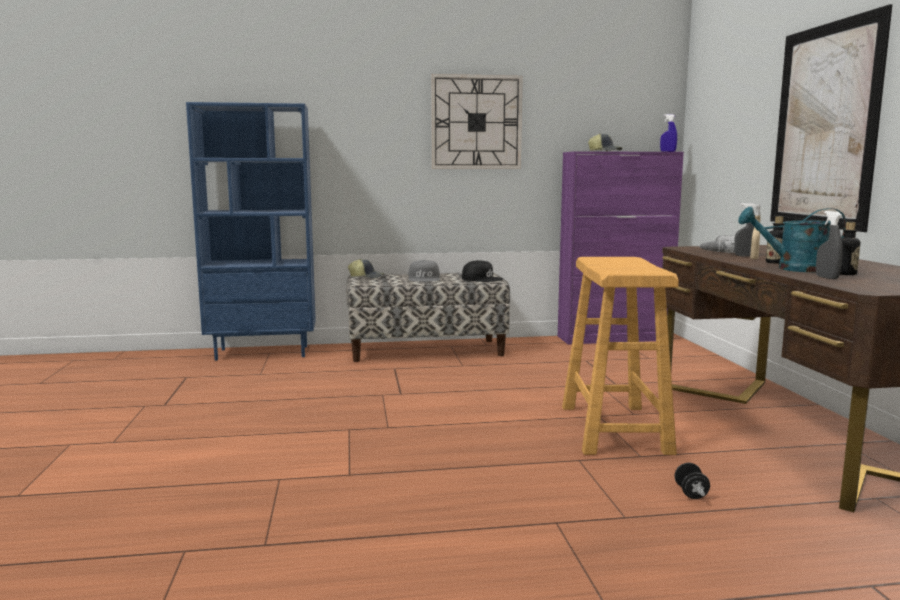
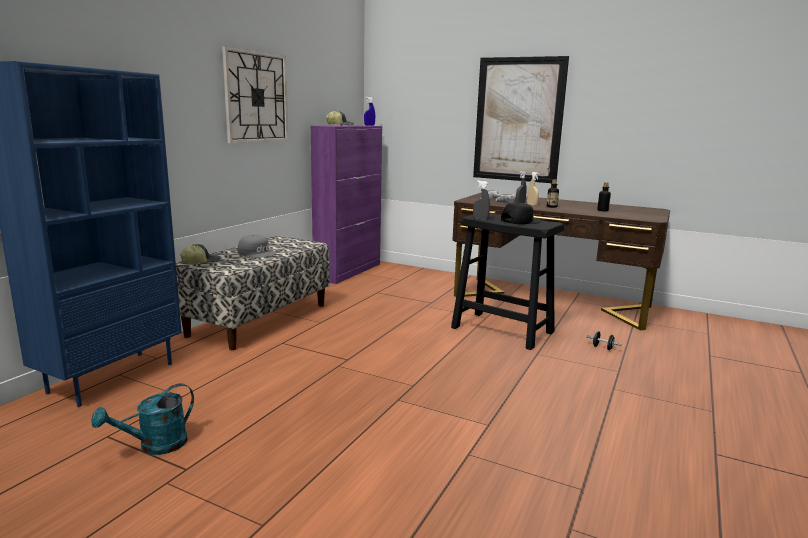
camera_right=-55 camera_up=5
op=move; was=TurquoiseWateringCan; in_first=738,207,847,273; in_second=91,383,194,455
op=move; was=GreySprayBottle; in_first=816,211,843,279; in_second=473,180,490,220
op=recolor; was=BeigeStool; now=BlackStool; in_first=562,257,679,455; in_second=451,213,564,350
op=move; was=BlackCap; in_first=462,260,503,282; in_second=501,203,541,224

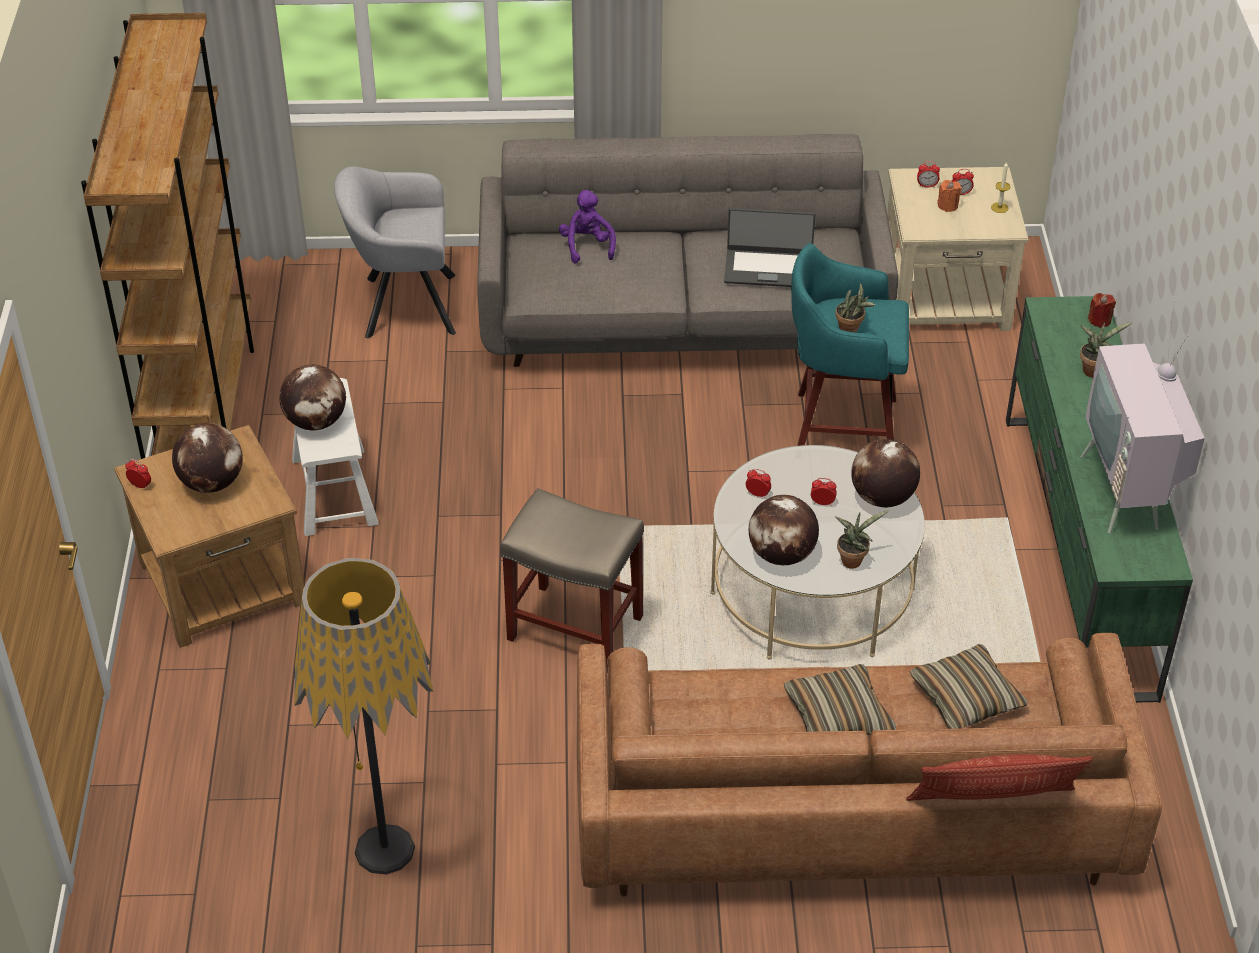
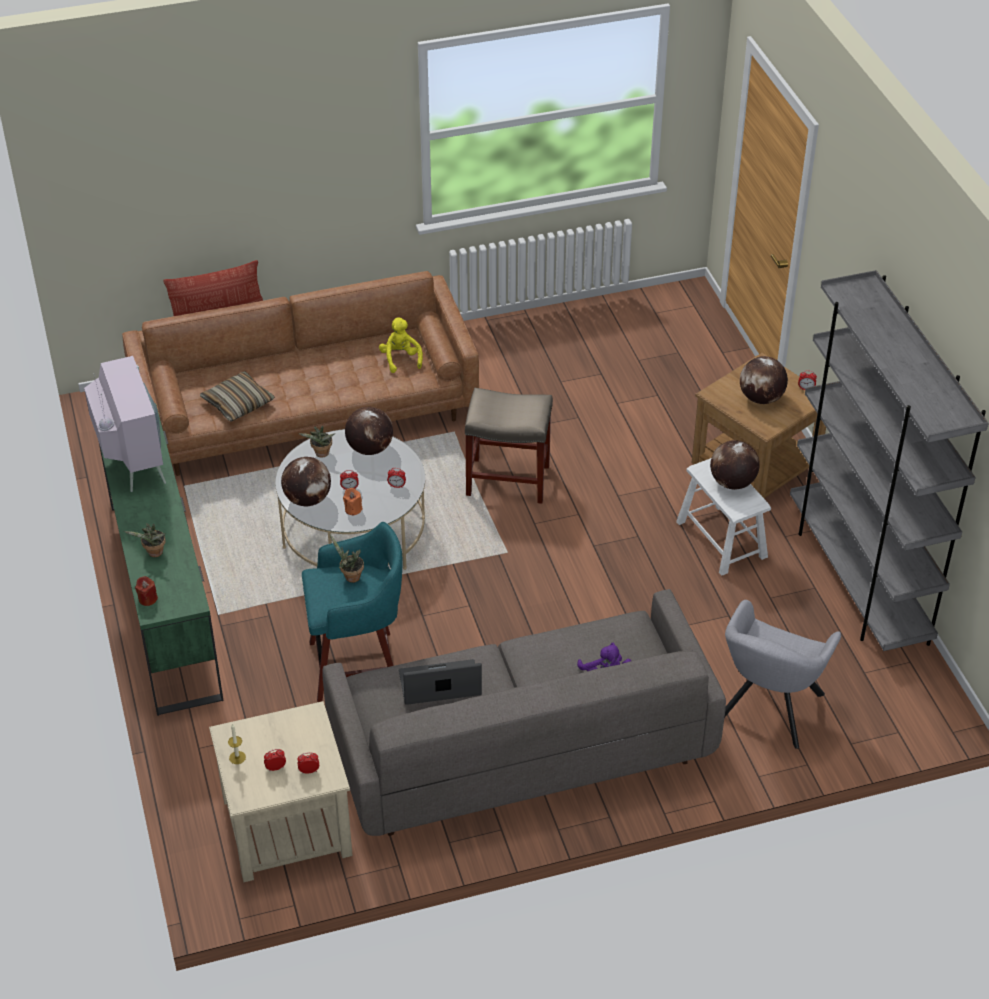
camera_right=165 camera_up=0
op=recolor; was=BrownBookcase; now=GreyBookcase; in_first=81,13,254,459; in_second=790,270,989,651
op=rotate; was=GreyArmchair; in_first=334,166,456,338; in_second=724,600,841,749; clockwise=135
op=move; was=OrangeCandle; in_first=937,180,962,212; in_second=343,488,363,515
op=delete; was=FloorLamp; in_first=294,558,434,875
op=delete; was=Pillow; in_first=784,664,896,735
op=insert; now=YellowPlushToy; in_second=379,317,423,373

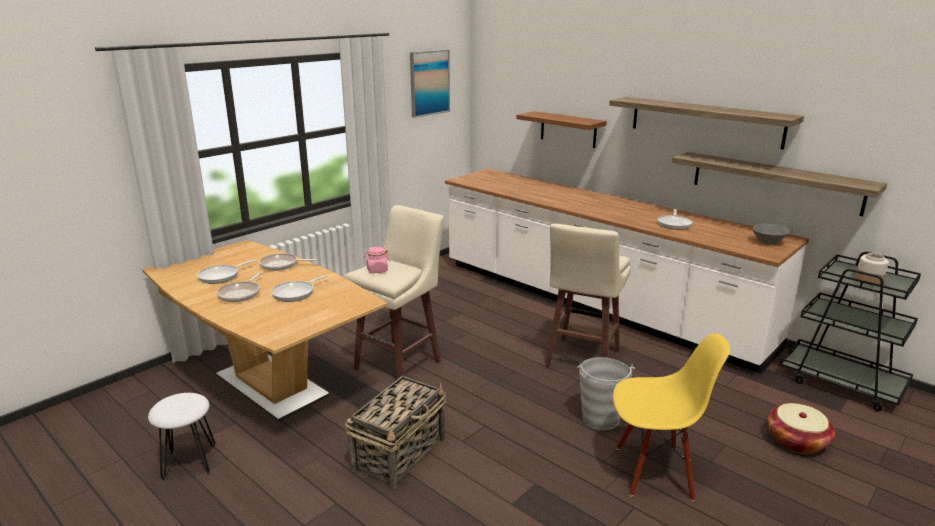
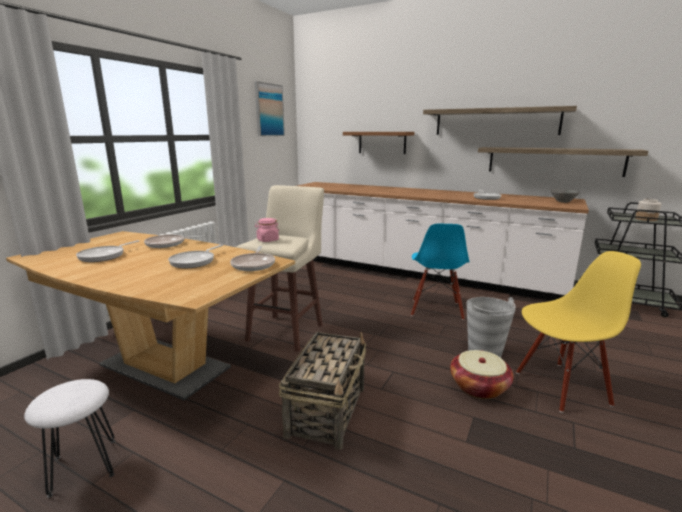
camera_right=-15 camera_up=-5
op=replace; was=BeigeStool; now=BlueChair; in_first=545,224,631,367; in_second=411,223,470,320
op=move; was=FryingPan; in_first=216,272,262,302; in_second=230,246,275,271
op=move; was=Basket; in_first=767,403,835,454; in_second=450,350,514,399

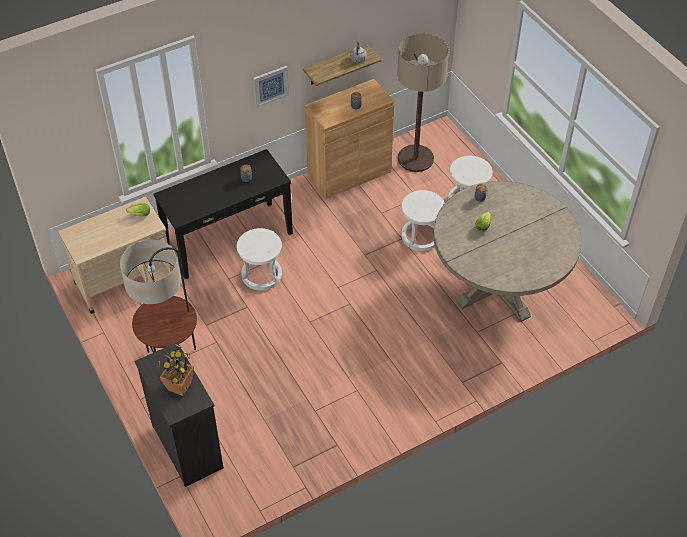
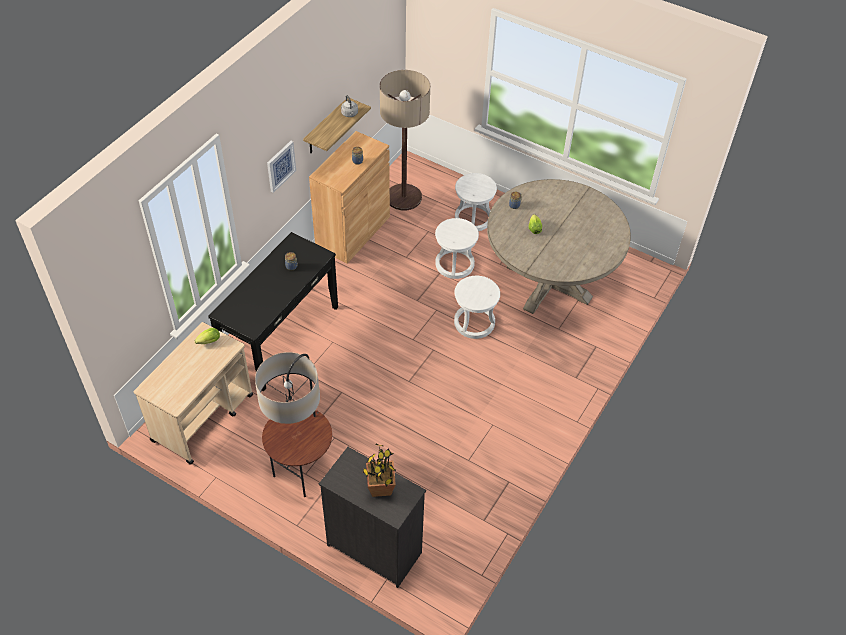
camera_right=-30 camera_up=0
op=move; was=WhiteStool; in_first=237,228,282,291; in_second=454,276,500,339

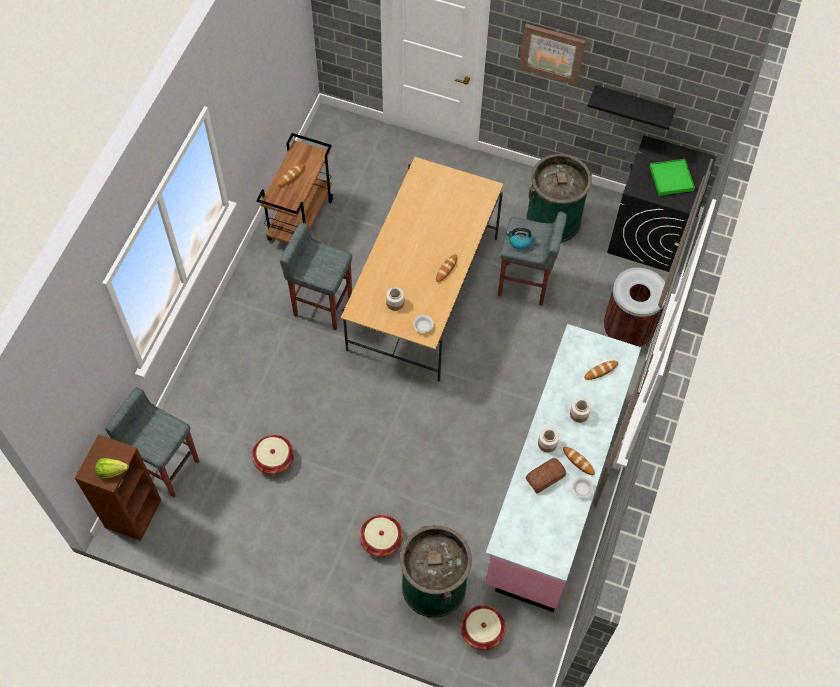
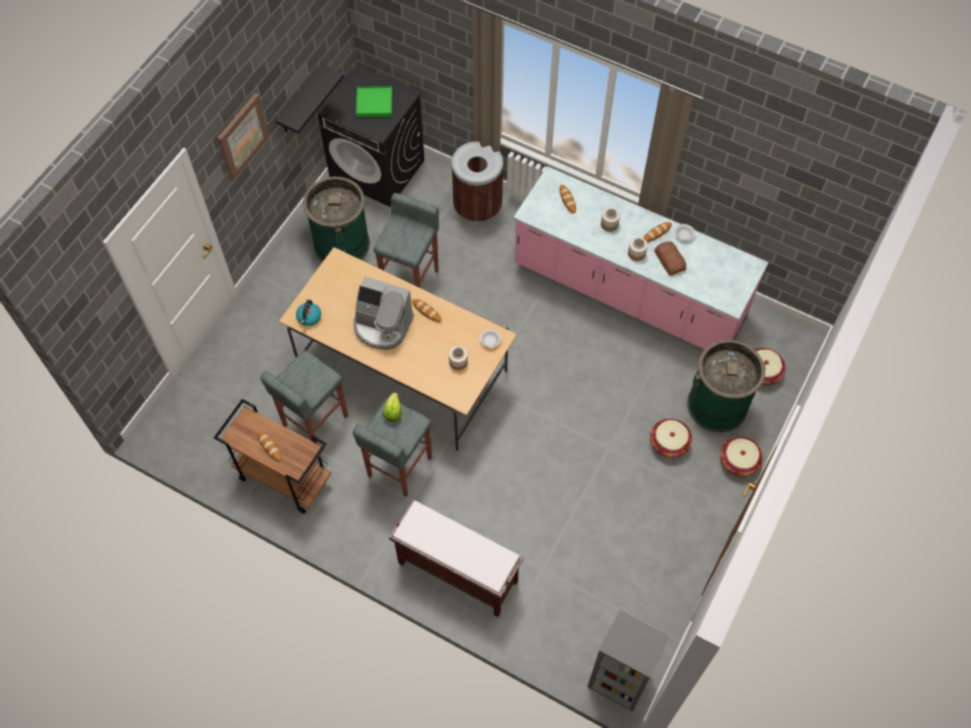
camera_right=-80 camera_up=0
op=move; was=Kettle; in_first=506,228,533,250; in_second=296,300,321,326
op=move; was=GreyStool; in_first=105,387,200,497; in_second=260,351,348,443
op=recolor; was=BrownBookcase; now=GreyBookcase; in_first=75,434,161,541; in_second=587,610,670,712
op=move; was=Basket; in_first=252,435,294,475; in_second=720,437,763,477
op=move; was=Lettuce; in_first=95,458,129,479; in_second=382,392,402,422
op=insert; now=CoffeeMachine; in_second=353,277,414,350
op=insert; now=BrownBench; in_second=389,500,524,617

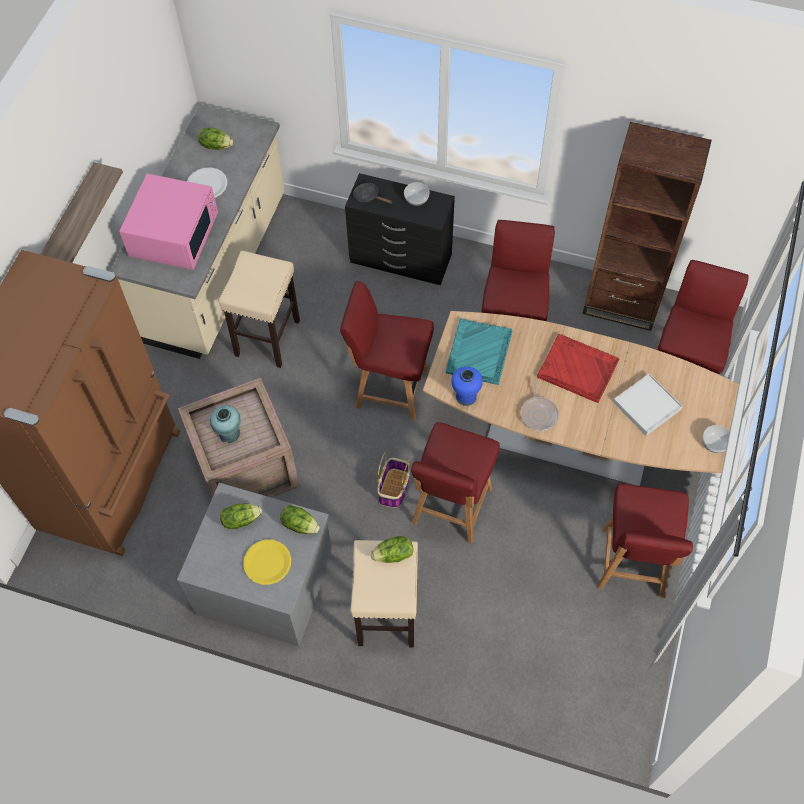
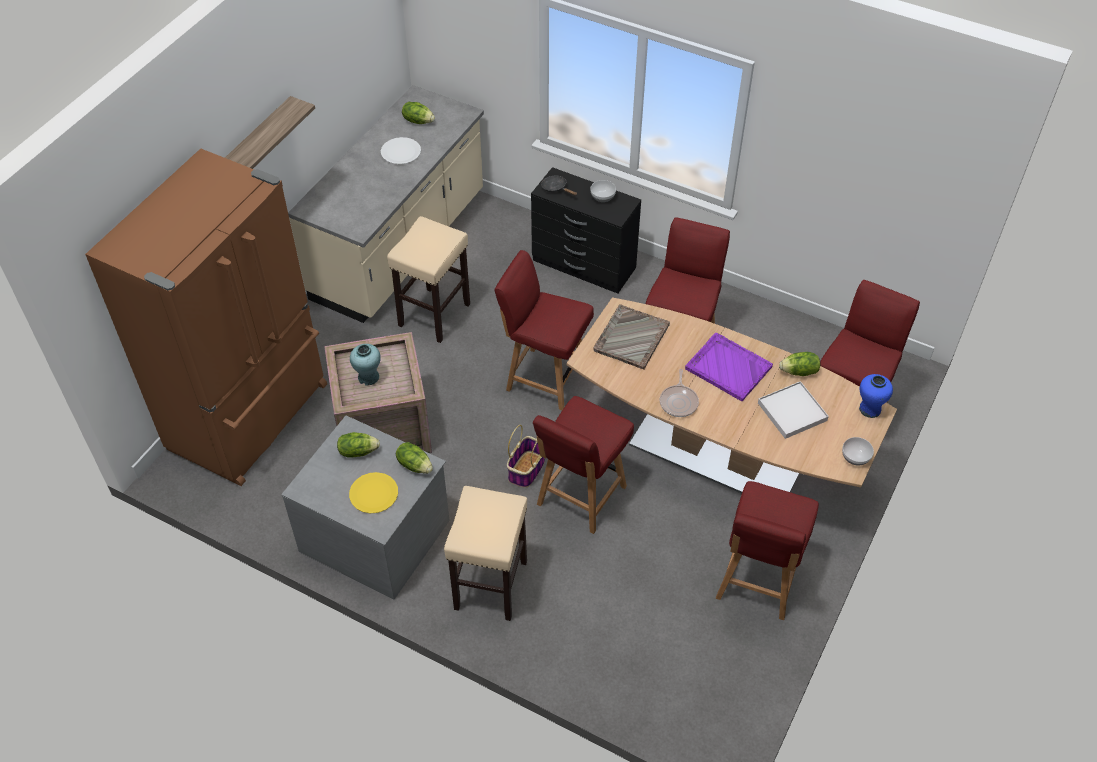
camera_right=10 camera_up=-10
op=delete; was=BrownBookcase; in_first=582,122,712,331
op=delete; was=PinkMicrowave; in_first=119,174,218,270
op=recolor; was=TurquoiseTray; now=GreyTray; in_first=446,318,513,385; in_second=593,304,670,369
op=recolor; was=RedTray; now=PurpleTray; in_first=537,334,619,403; in_second=685,333,773,401
op=move; was=BlueVase; in_first=451,367,483,406; in_second=859,374,893,418
op=move; was=Lettuce; in_first=371,536,413,563; in_second=779,352,820,376

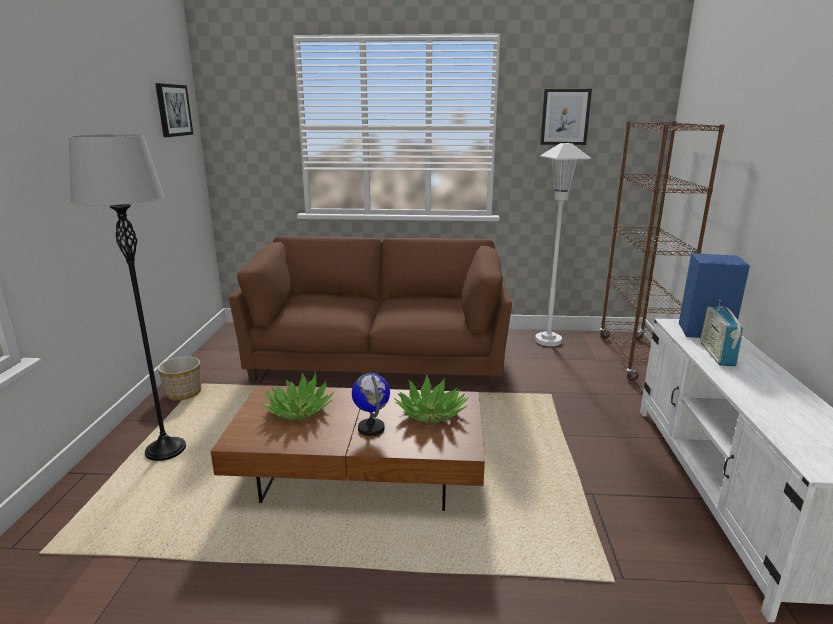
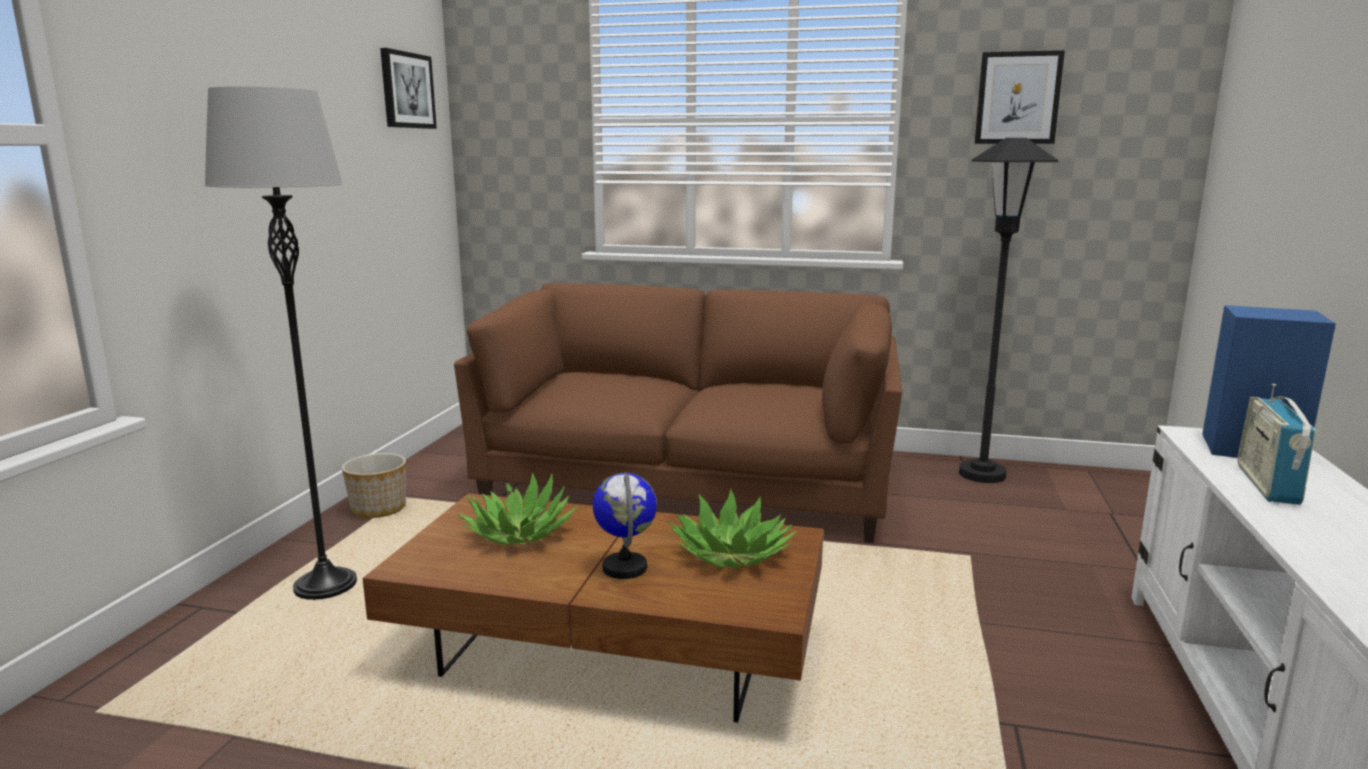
camera_right=10 camera_up=-5
op=delete; was=BrownBookcase; in_first=600,121,725,381
op=recolor; was=WhiteFloorLamp; now=BlackFloorLamp; in_first=535,143,591,346; in_second=959,138,1059,483

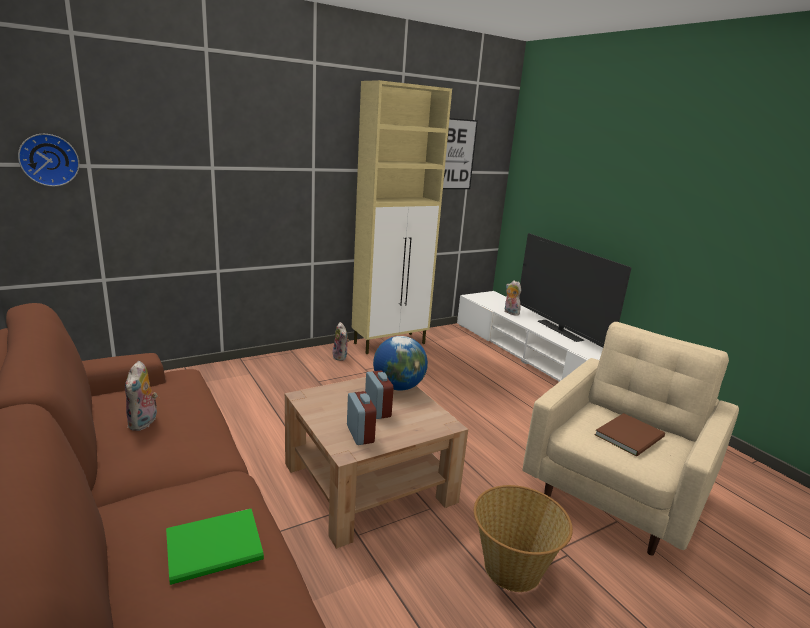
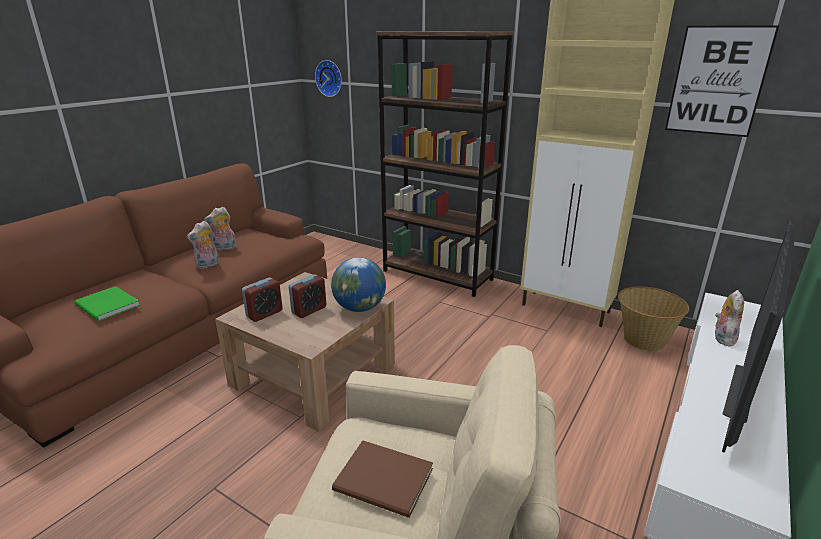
camera_right=65 camera_up=5
op=move; was=PlushToy; in_first=333,322,350,361; in_second=187,221,219,269
op=move; was=Basket; in_first=474,485,573,592; in_second=618,286,689,351
op=insert; now=BrownBookcase; in_second=377,31,514,297

